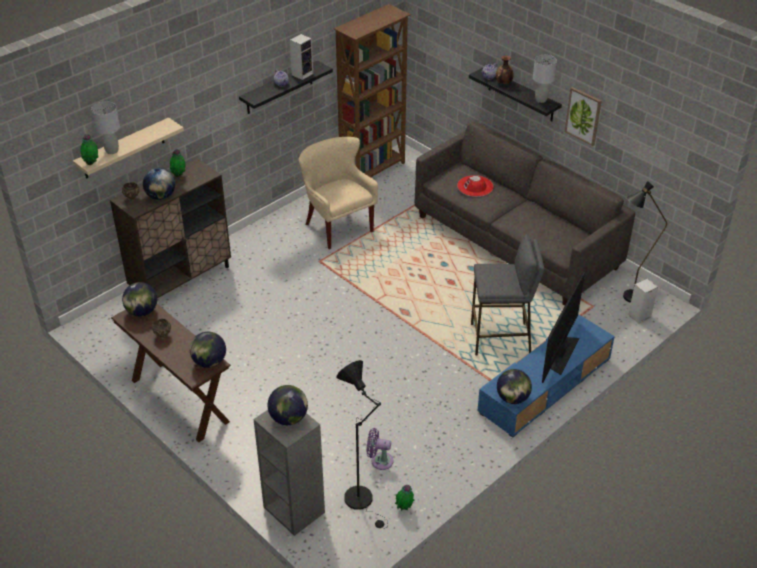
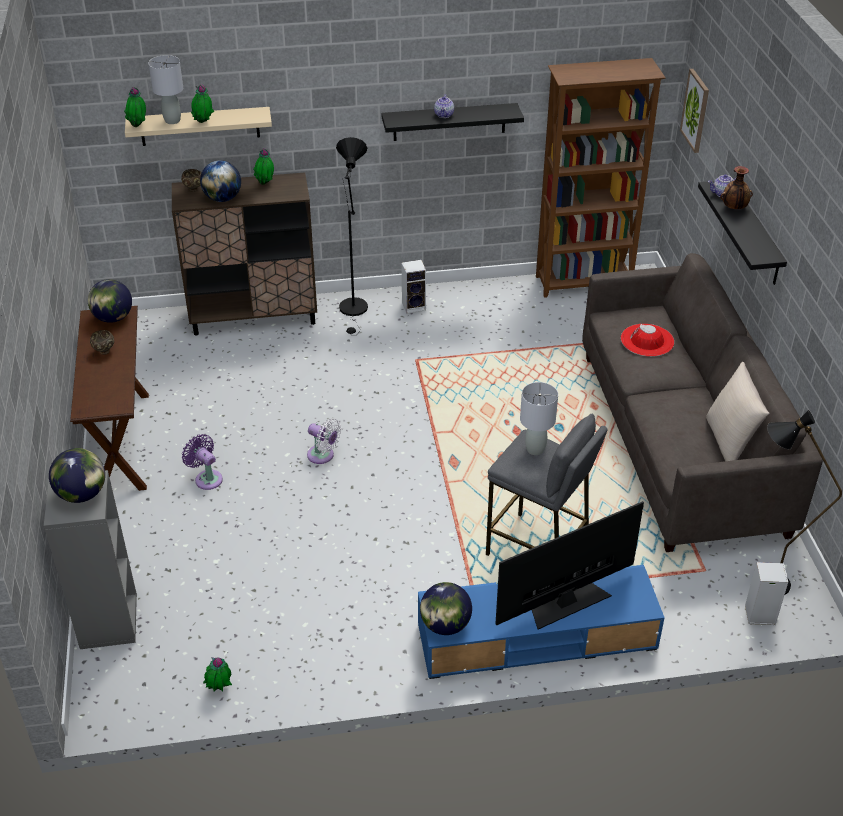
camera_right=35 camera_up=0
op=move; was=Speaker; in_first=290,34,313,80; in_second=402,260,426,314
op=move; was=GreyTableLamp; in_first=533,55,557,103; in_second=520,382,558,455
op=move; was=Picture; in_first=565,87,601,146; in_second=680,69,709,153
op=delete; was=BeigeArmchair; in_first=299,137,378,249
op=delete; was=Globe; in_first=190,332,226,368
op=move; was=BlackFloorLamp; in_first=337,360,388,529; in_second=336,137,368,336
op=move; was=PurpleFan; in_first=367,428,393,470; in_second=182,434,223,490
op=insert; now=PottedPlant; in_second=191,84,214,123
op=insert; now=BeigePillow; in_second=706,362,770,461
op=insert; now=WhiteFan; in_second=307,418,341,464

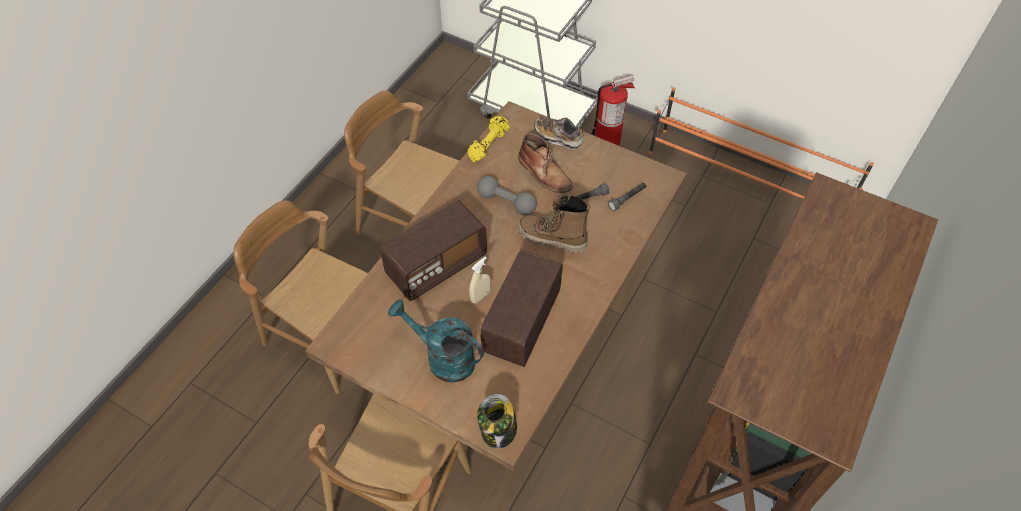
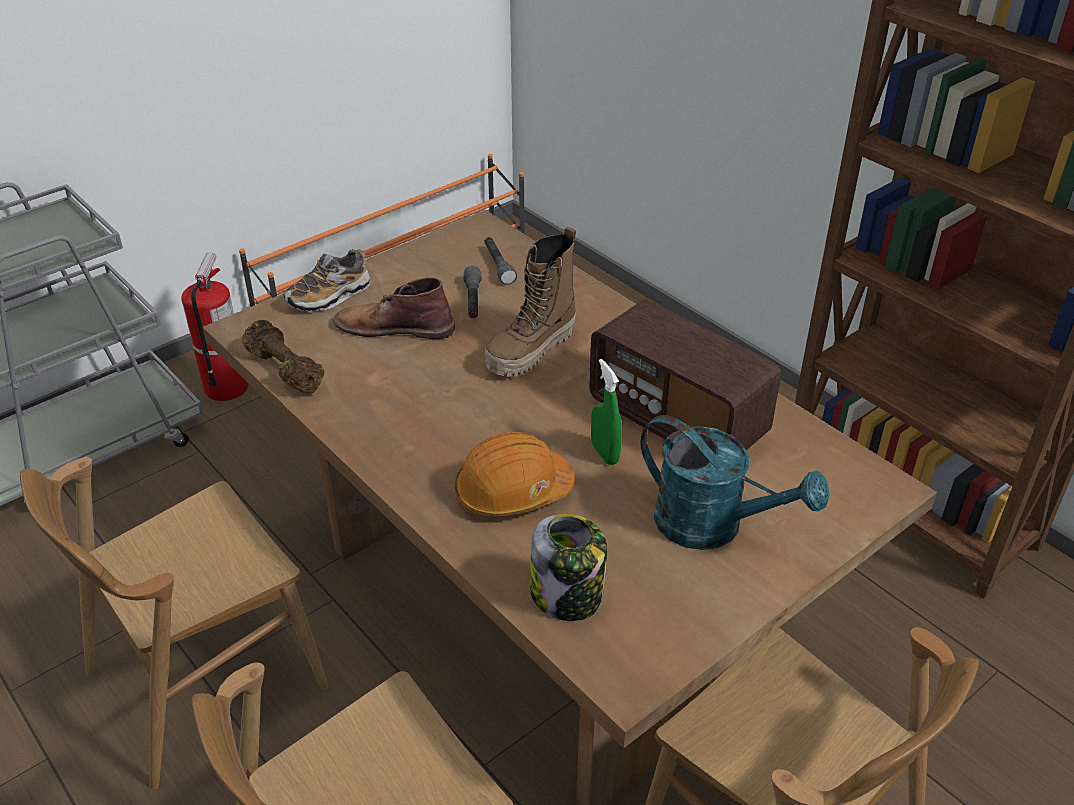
camera_right=-70 camera_up=-15
op=recolor; was=YellowDumbbell; now=BrownDumbbell; in_first=467,116,510,163; in_second=242,320,324,393
op=rotate; was=BrownBoot; in_first=518,133,573,193; in_second=334,277,455,339; clockwise=-150
op=delete; was=GreyDumbbell; in_first=477,176,537,215
op=replace; was=Radio; now=OrangeHardHat; in_first=380,200,487,301; in_second=455,432,575,516
op=recolor; was=BeigeSprayBottle; now=GreenSprayBottle; in_first=469,256,491,303; in_second=591,359,622,465
op=rotate; was=TurquoiseWateringCan; in_first=388,299,484,383; in_second=640,415,829,550; clockwise=-105
op=move; was=Jar; in_first=477,394,517,449; in_second=530,514,607,621

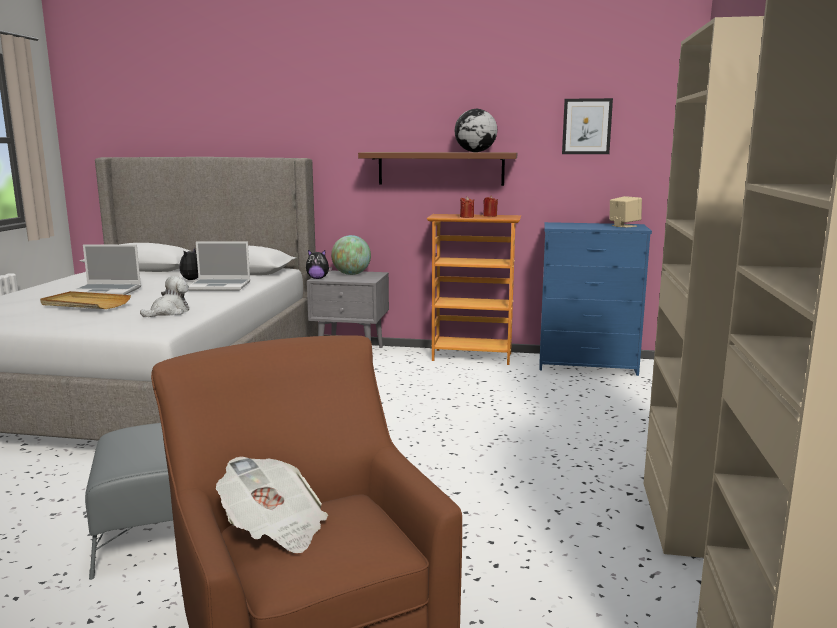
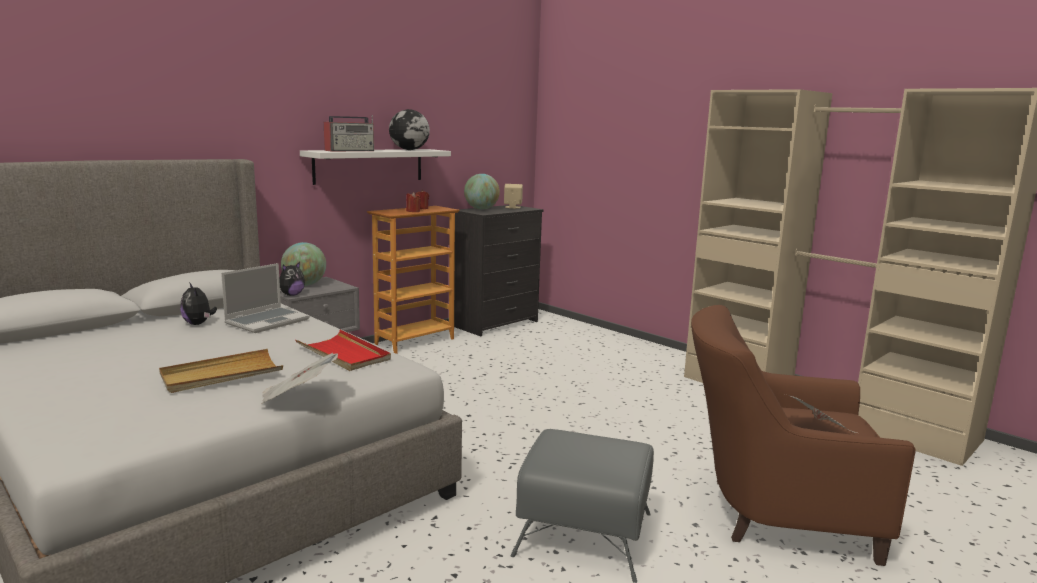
camera_right=-55 camera_up=0
op=delete; was=Picture; in_first=562,98,613,154
op=recolor; was=BrownShelf; now=WhiteShelf; in_first=358,152,517,186; in_second=300,149,451,185
op=recolor; was=BlueDresser; now=BlackDresser; in_first=539,222,652,376; in_second=454,205,543,336
op=delete; was=Laptop; in_first=72,244,141,295
op=replace; was=PlushToy; now=RedTray; in_first=140,276,189,317; in_second=296,330,391,371
op=insert; now=Radio; in_second=324,115,374,151
op=insert; now=Globe; in_second=464,174,500,210
op=insert; now=Newspaper; in_second=261,353,338,404

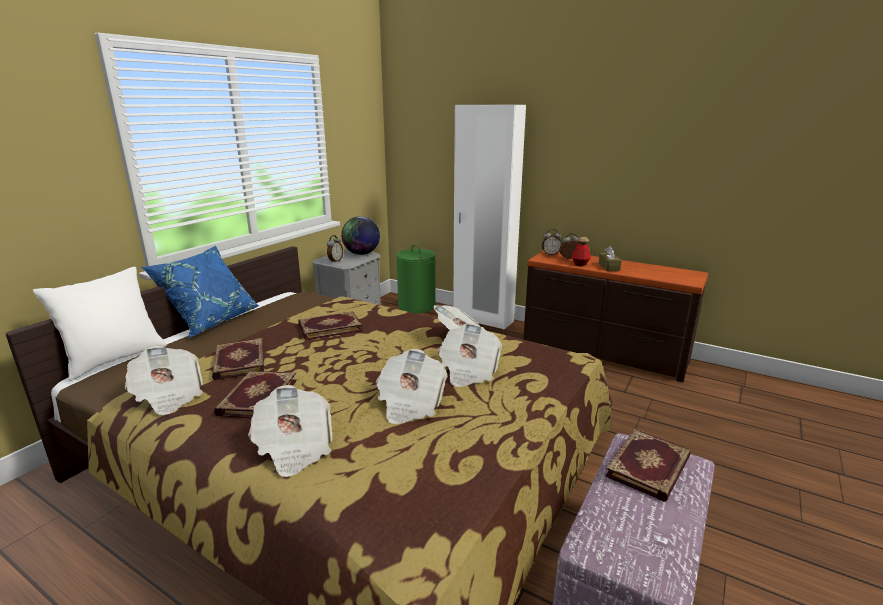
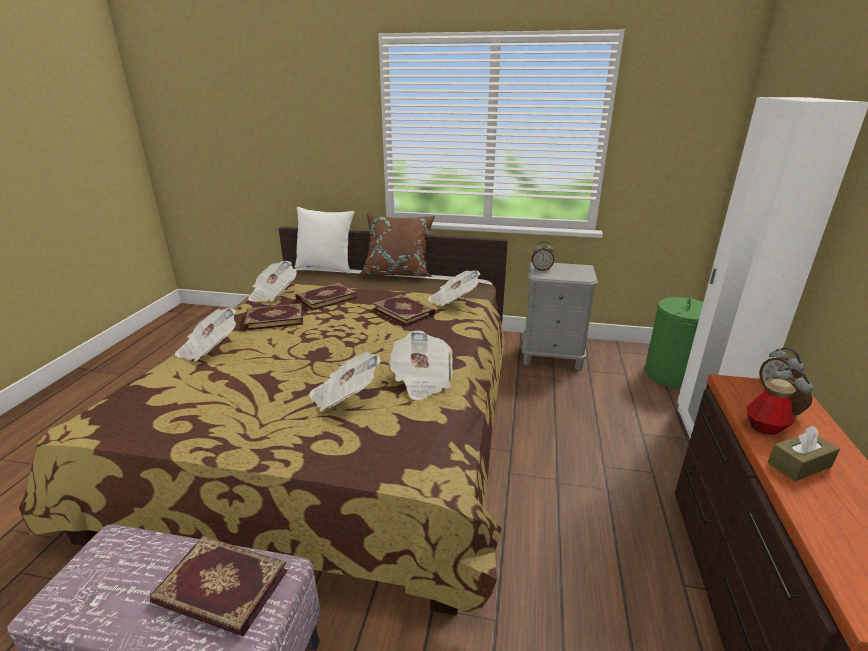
camera_right=70 camera_up=5
op=delete; was=Globe; in_first=341,216,380,255
op=recolor; was=BluePillow; now=BrownPillow; in_first=141,246,259,338; in_second=358,214,435,277
op=move; was=Newspaper; in_first=376,349,447,424; in_second=428,270,481,307

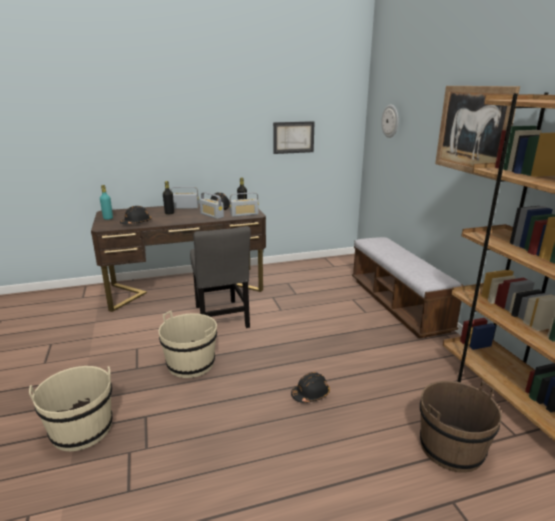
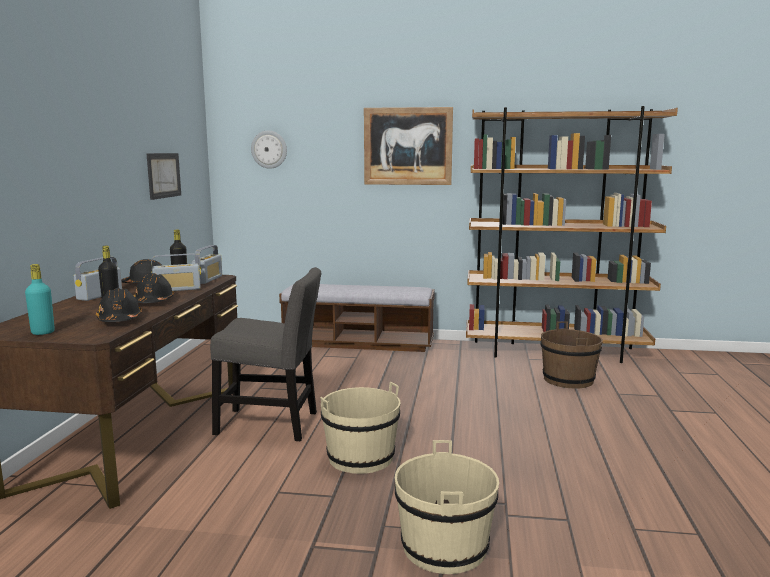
camera_right=-65 camera_up=-10
op=move; was=BlackHardHat; in_first=291,372,330,403; in_second=134,273,174,303

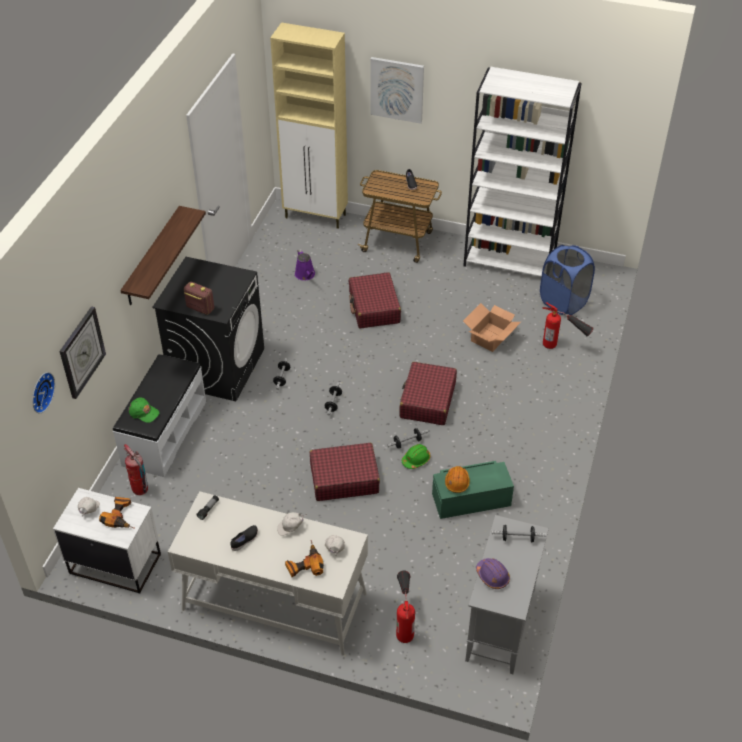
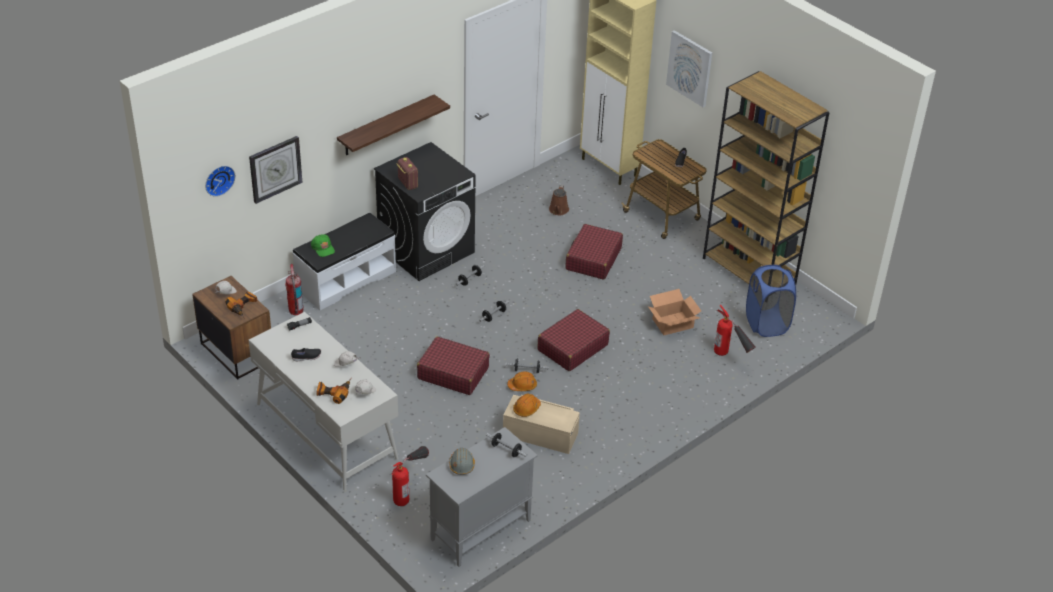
camera_right=30 camera_up=-5
op=recolor; was=WhiteBookcase; now=BrownBookcase; in_first=463,67,581,277; in_second=703,71,830,285
op=recolor; was=PurpleWateringCan; now=BrownWateringCan; in_first=295,249,315,281; in_second=549,185,569,215
op=recolor; was=GreenHardHat; now=OrangeHardHat; in_first=402,444,431,469; in_second=507,372,537,391
op=recolor; was=GreenStorageBox; now=BeigeStorageBox; in_first=432,461,514,519; in_second=503,395,580,454
op=recolor; was=WhiteNightstand; now=BrownNightstand; in_first=53,488,161,594; in_second=192,276,271,380
op=recolor; was=PurpleHardHat; now=GreyHardHat; in_first=476,558,510,589; in_second=449,448,475,475

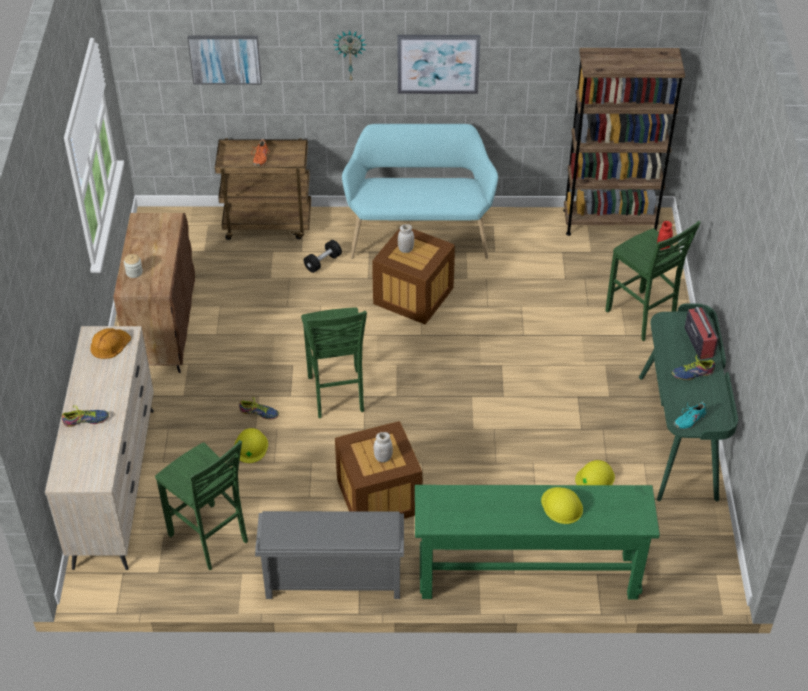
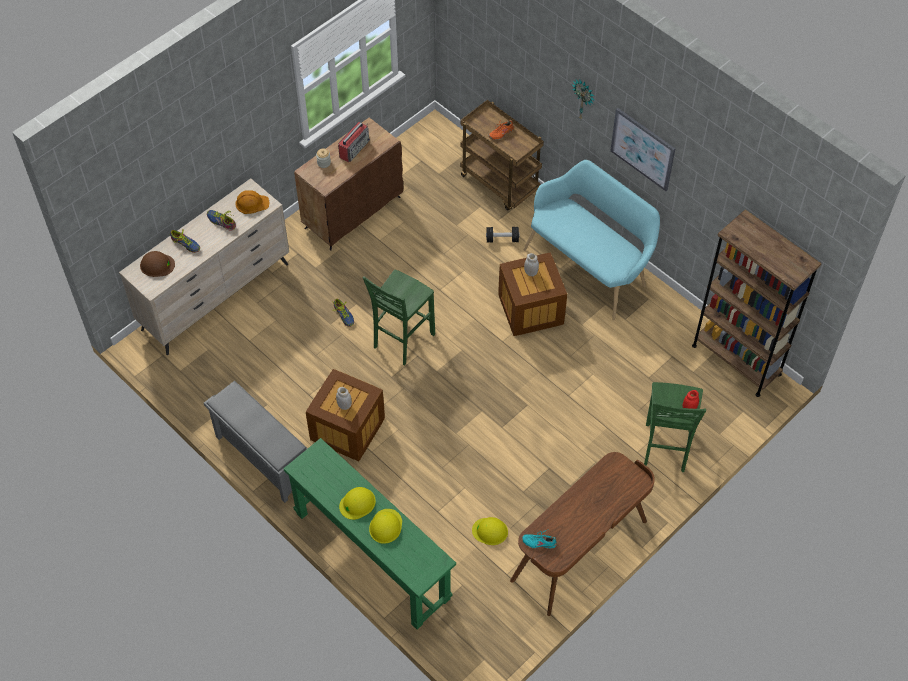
camera_right=45 camera_up=10
op=delete; was=Picture; in_first=187,35,262,85
op=move; was=Radio; in_first=684,303,719,359; in_second=338,122,370,162
op=recolor; was=GreenDesk; now=BrownDesk; in_first=639,304,738,501; in_second=510,452,655,616
op=move; was=Shoe; in_first=672,355,715,380; in_second=207,210,236,231
op=move; was=YellowHardHat; in_first=234,428,268,463; in_second=339,487,376,520
op=delete; was=GreenStool; in_first=155,440,248,570
op=insert; now=BrownHardHat; in_second=140,251,175,277

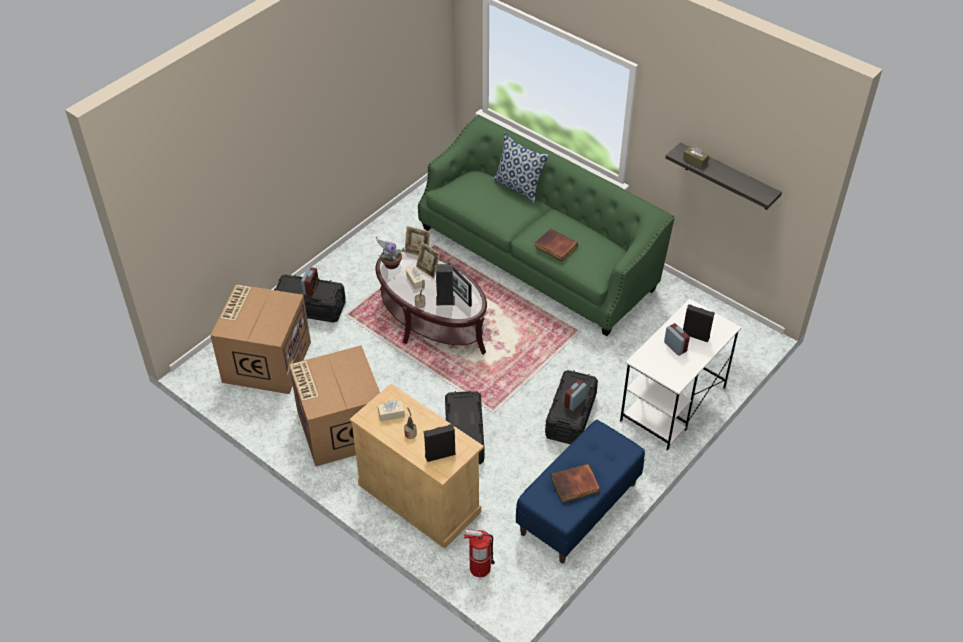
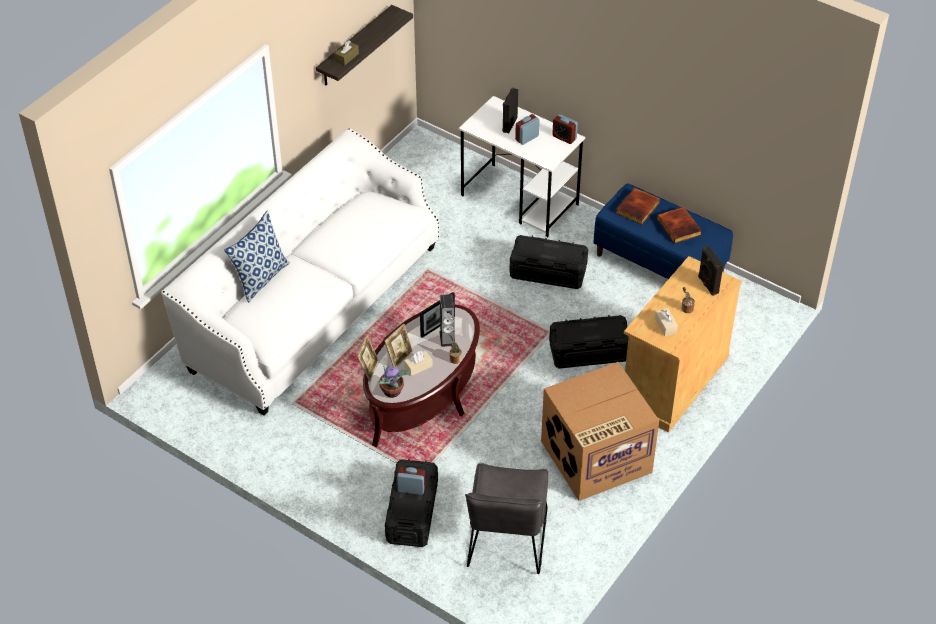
camera_right=-95 camera_up=0
op=recolor; was=GreenSofa; now=WhiteSofa; in_first=418,115,675,336; in_second=161,128,440,415
op=move; was=Book; in_first=534,228,578,261; in_second=616,187,660,225
op=replace; was=CardboardBox; now=GreyChair; in_first=210,284,311,394; in_second=465,463,548,574
op=move; was=AlarmClock; in_first=564,380,587,411; in_second=552,114,578,144
op=delete; was=FireExtinguisher; in_first=464,530,495,577

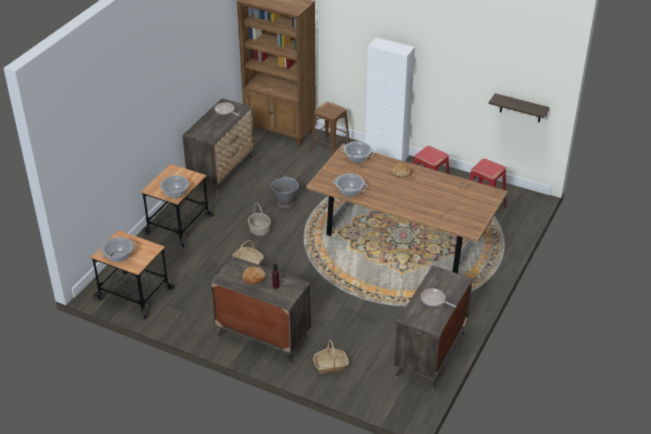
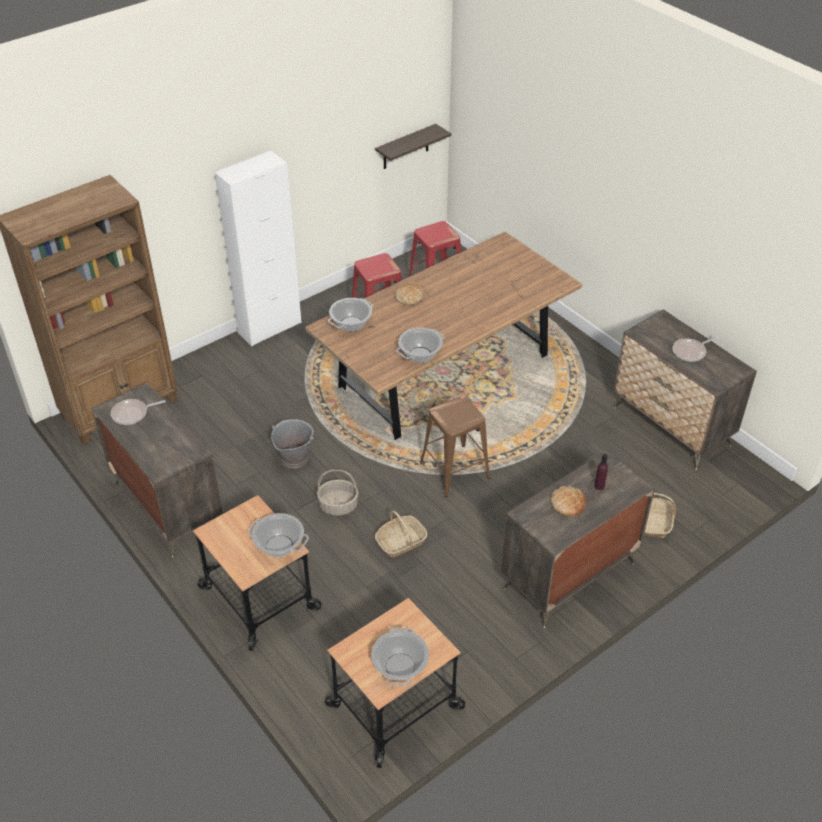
camera_right=-65 camera_up=5
op=move; was=BrownStool; in_first=309,102,350,155; in_second=420,396,491,497

